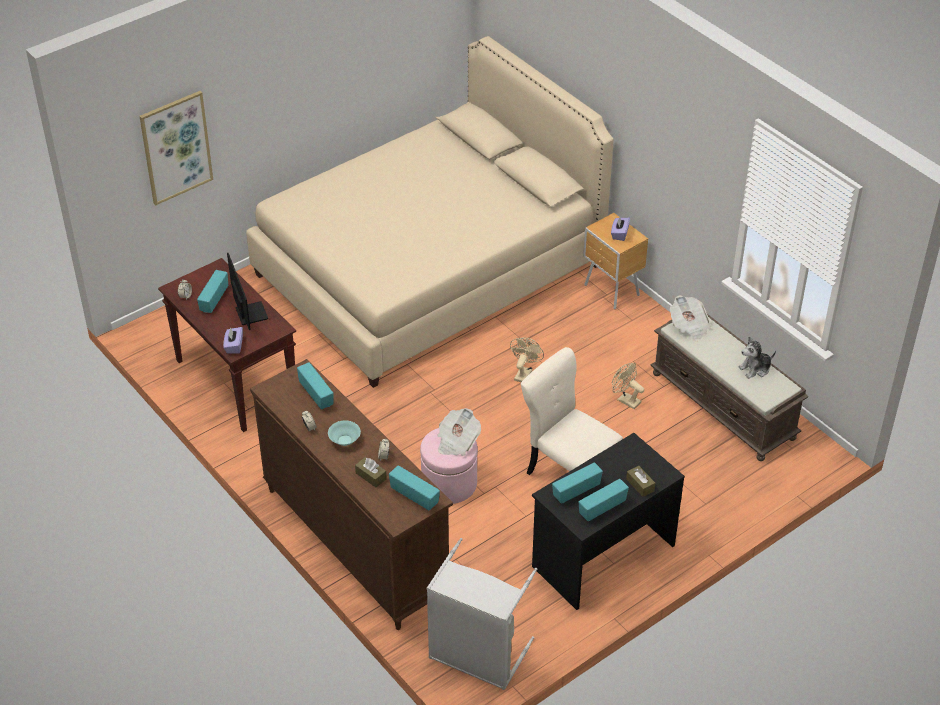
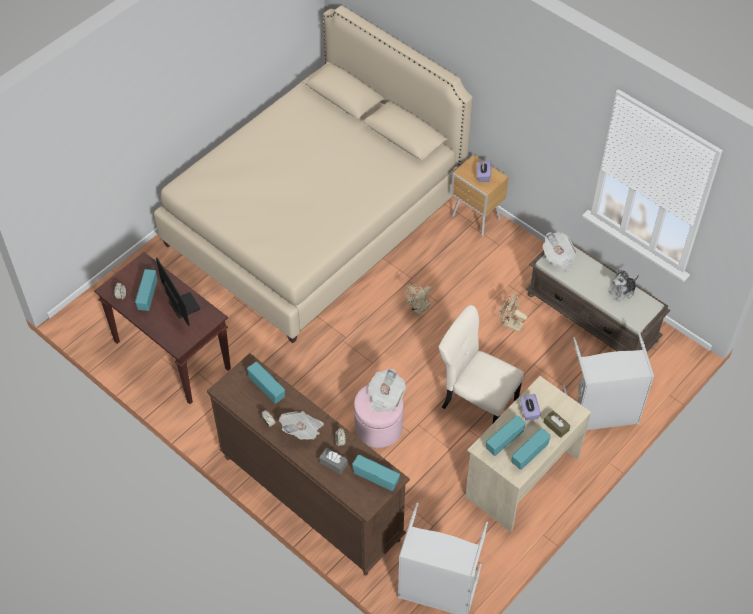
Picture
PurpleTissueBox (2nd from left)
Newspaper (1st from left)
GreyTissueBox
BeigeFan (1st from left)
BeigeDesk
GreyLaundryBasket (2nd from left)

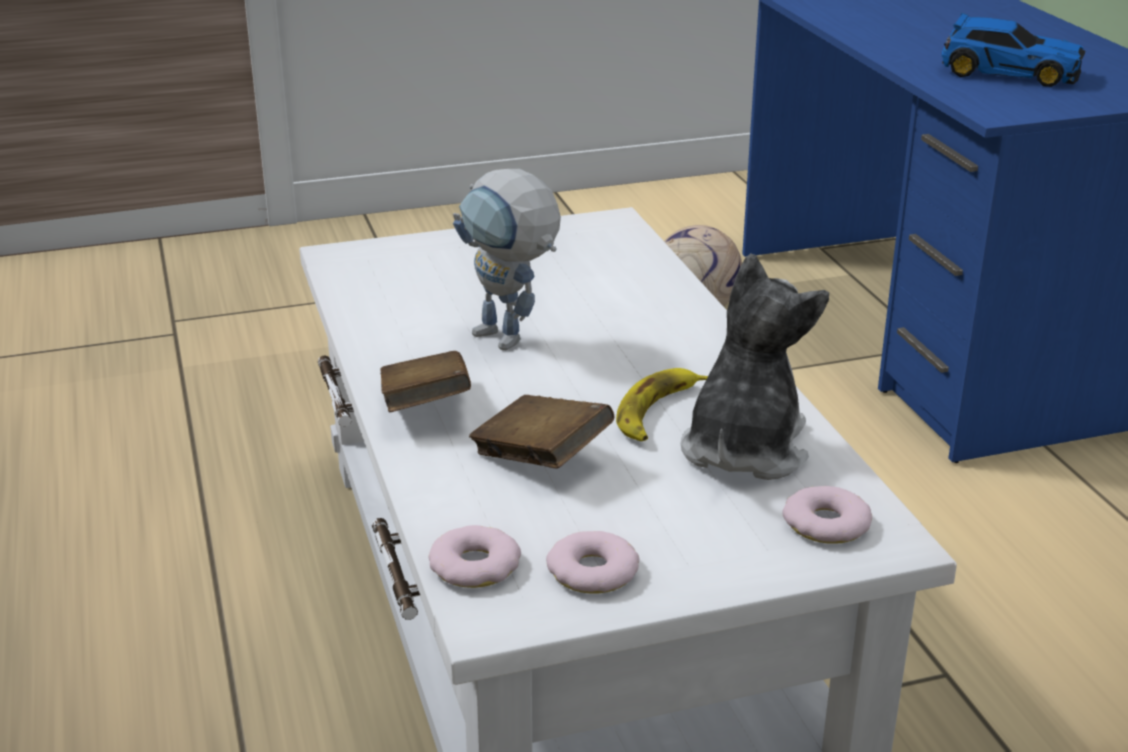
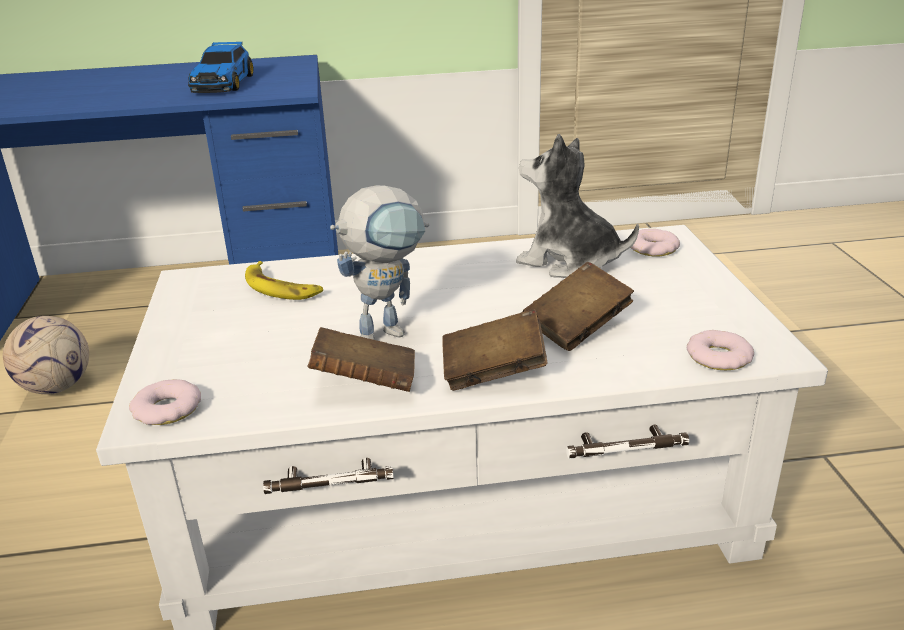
Donut (1st from left)
Banana
ToyCar
BrownBook (1st from left)

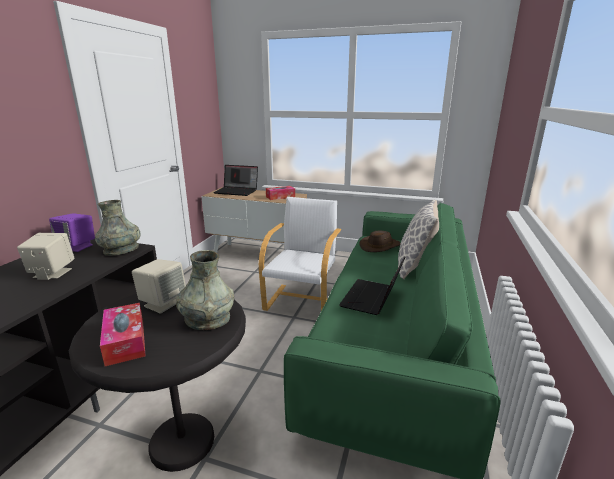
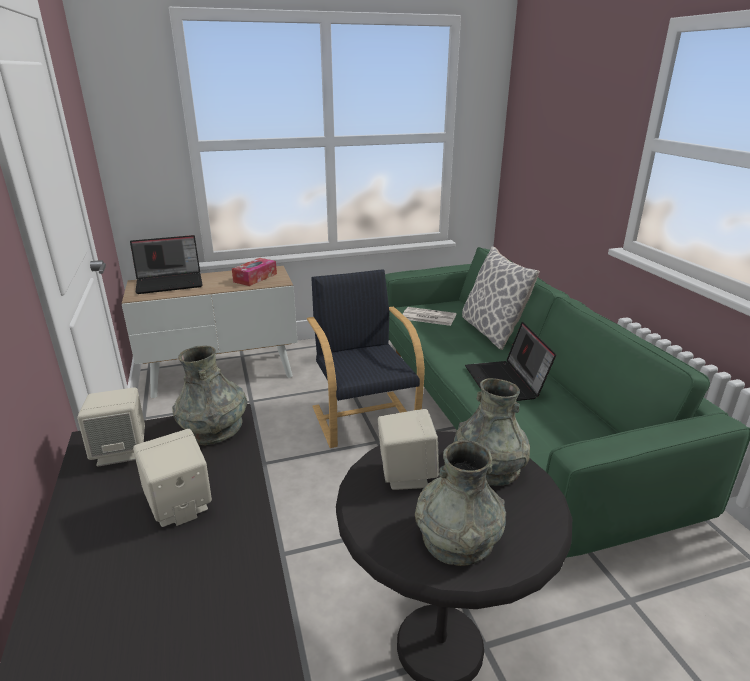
BeigeSpeaker (1st from left)
GreyVase (2nd from left)
BlackArmchair
Newspaper

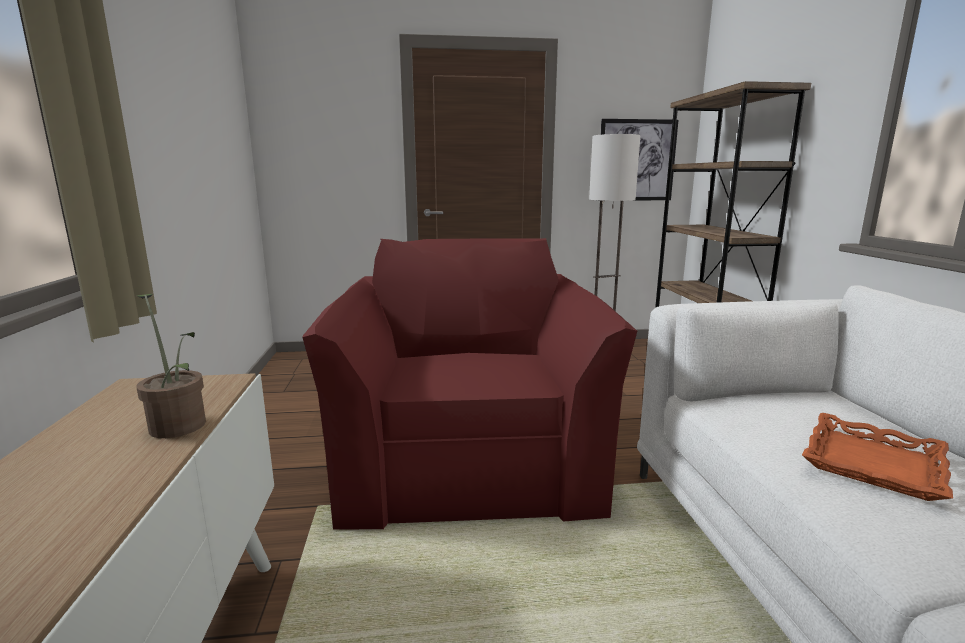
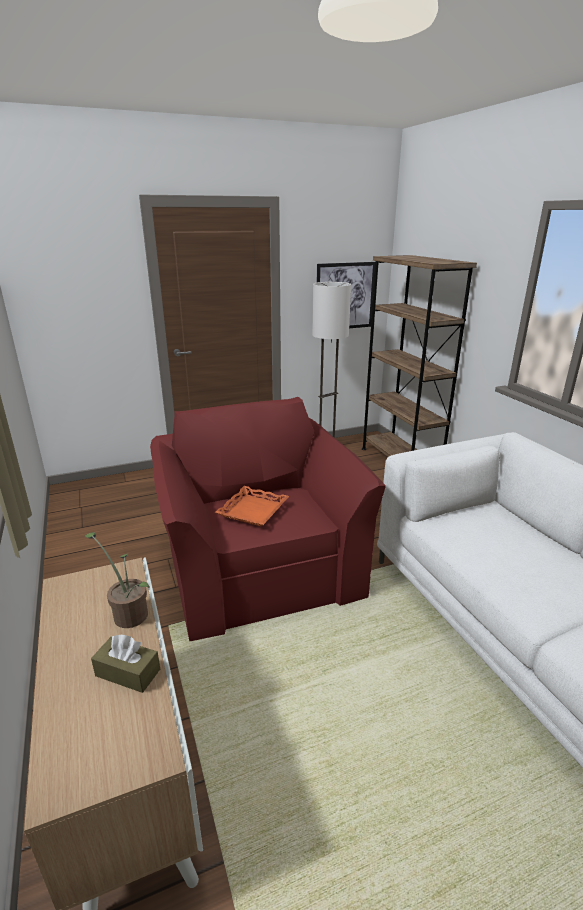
OrangeTray
BrownTissueBox

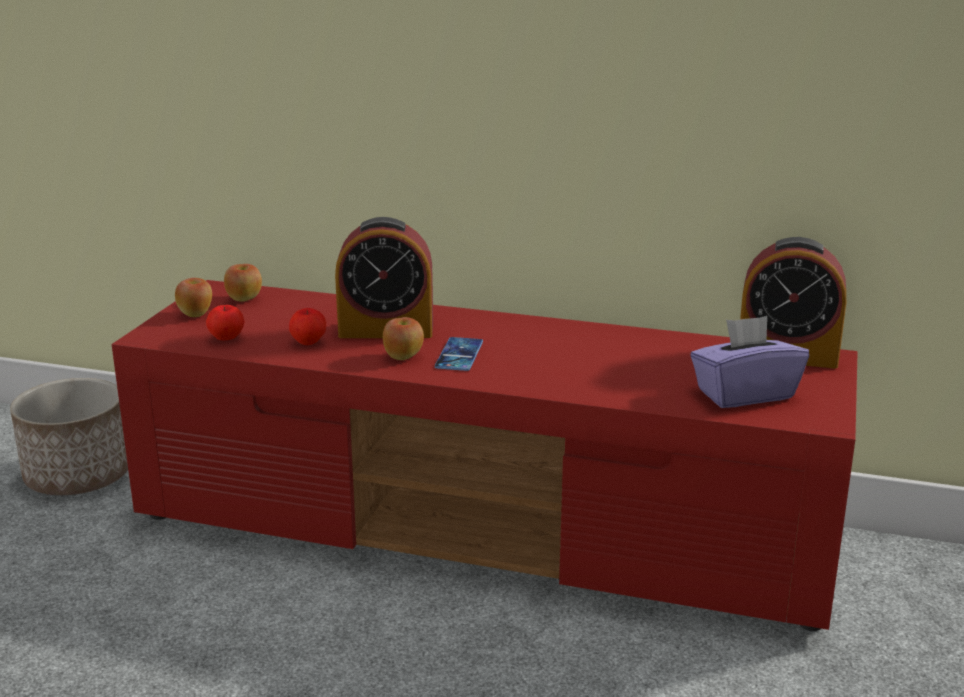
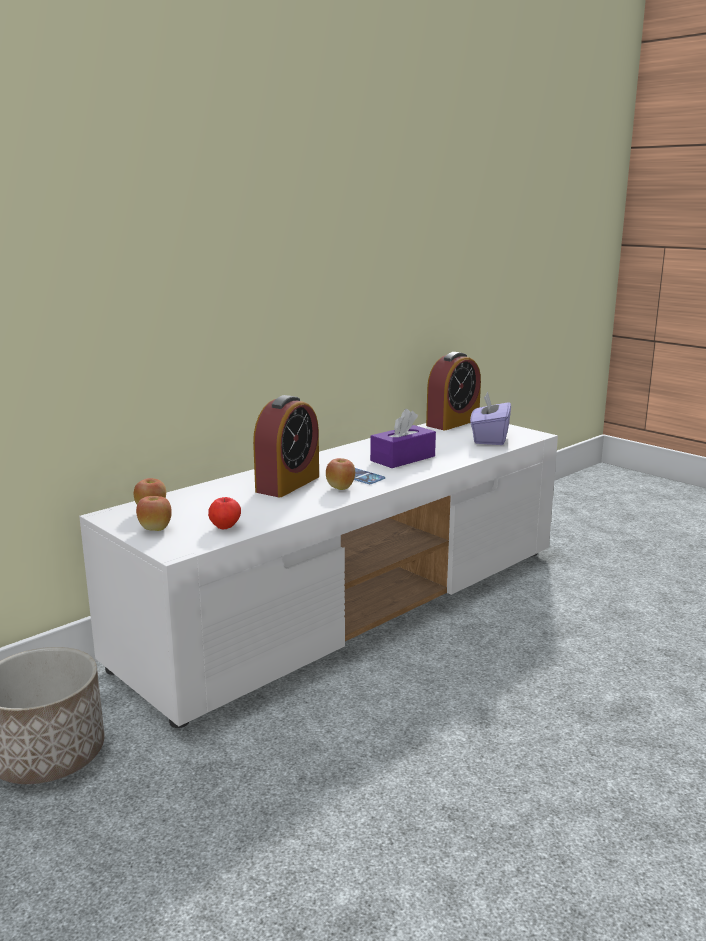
WhiteTvStand
Apple (4th from left in the first image)
PurpleTissueBox (1st from left)

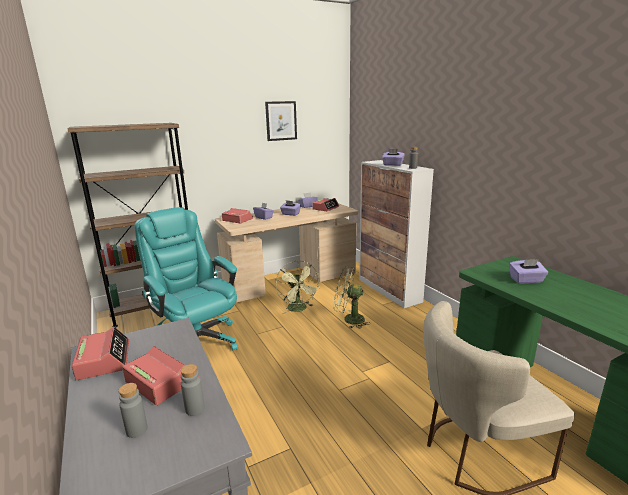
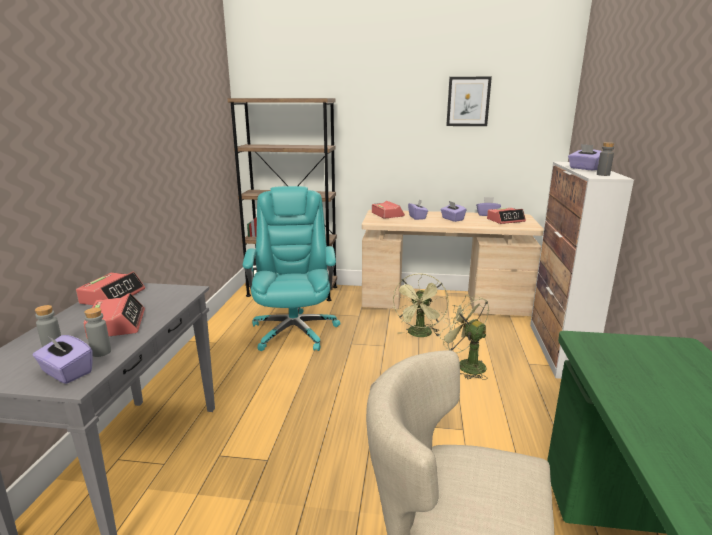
PurpleTissueBox (1st from left)

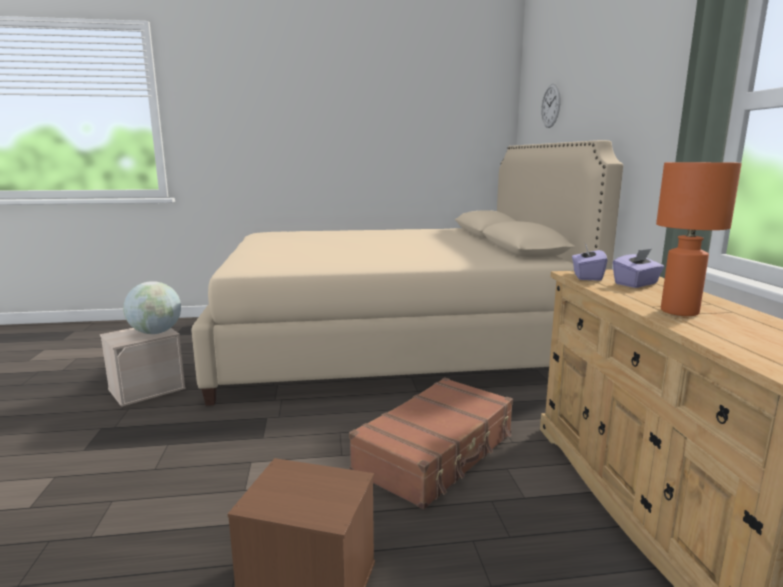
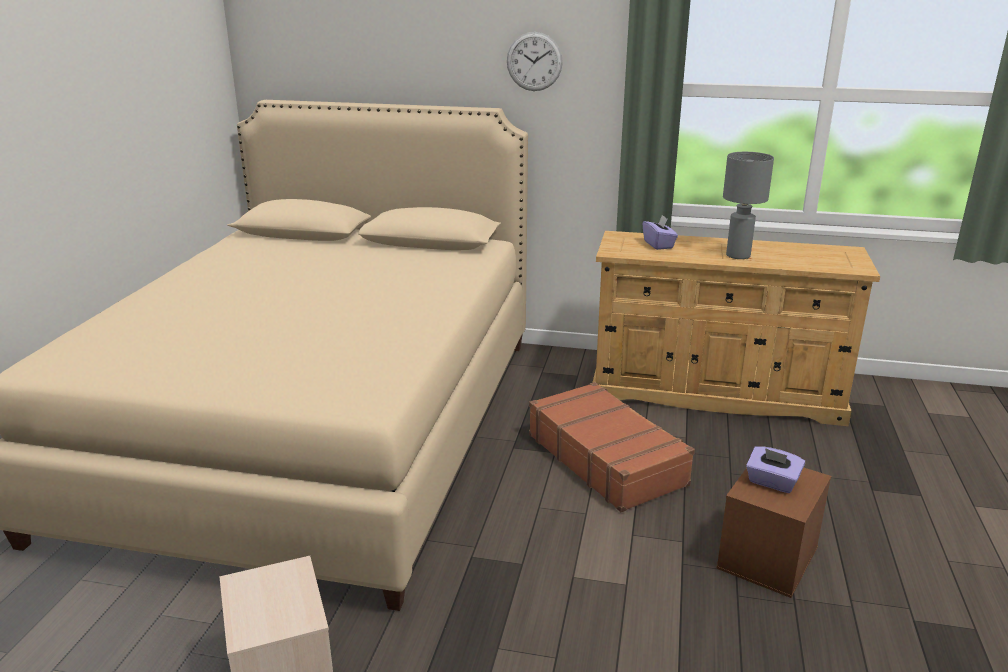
Globe
WallClock
PurpleTissueBox (2nd from left)
GreyTableLamp

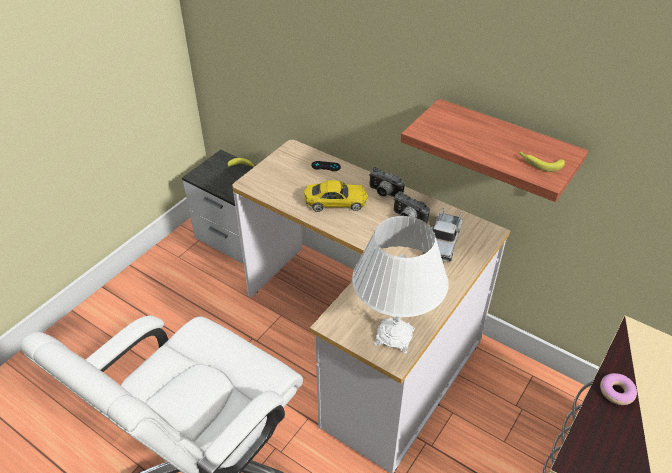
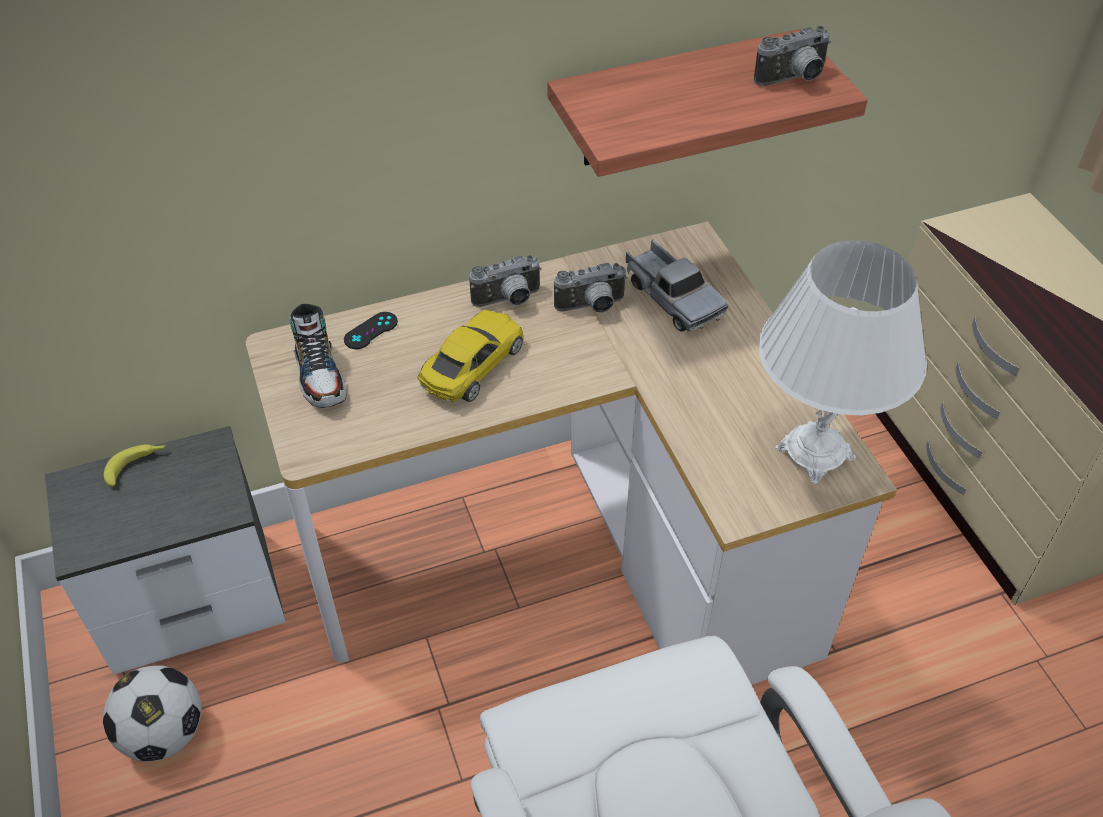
PhotoCamera (3rd from left)
Donut
Football
Shoe

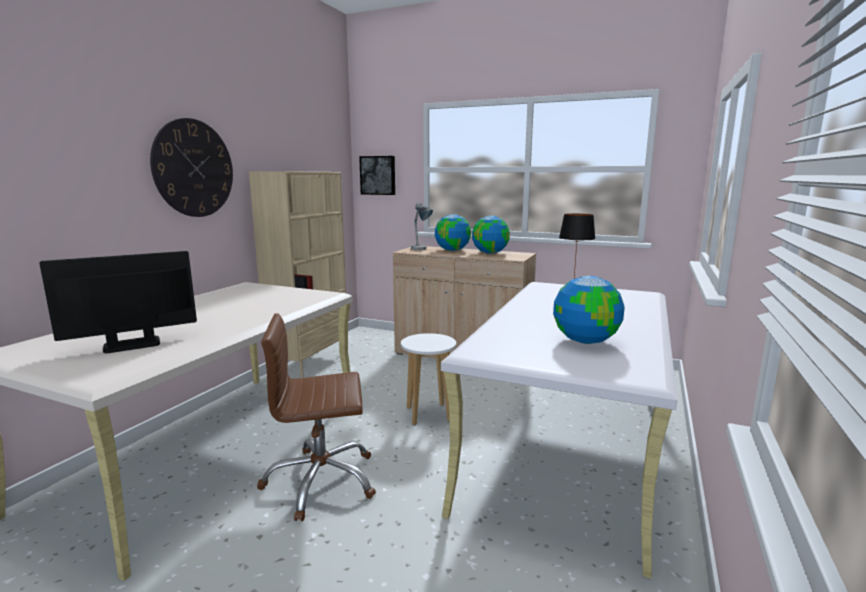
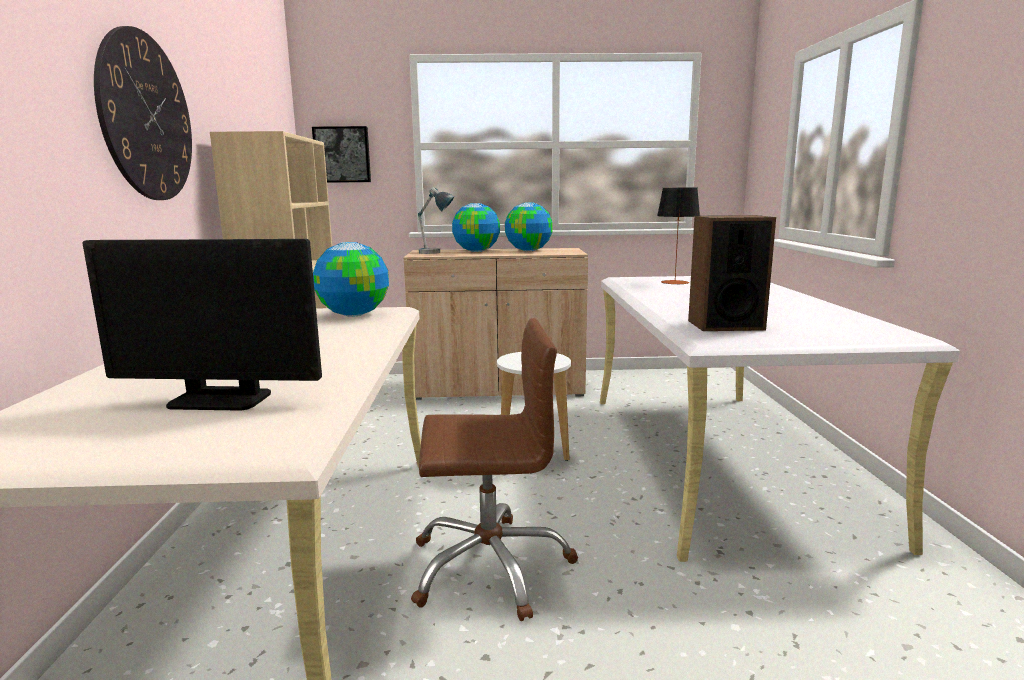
Monitor
BrownOfficeChair
Globe (1st from left)
Speaker

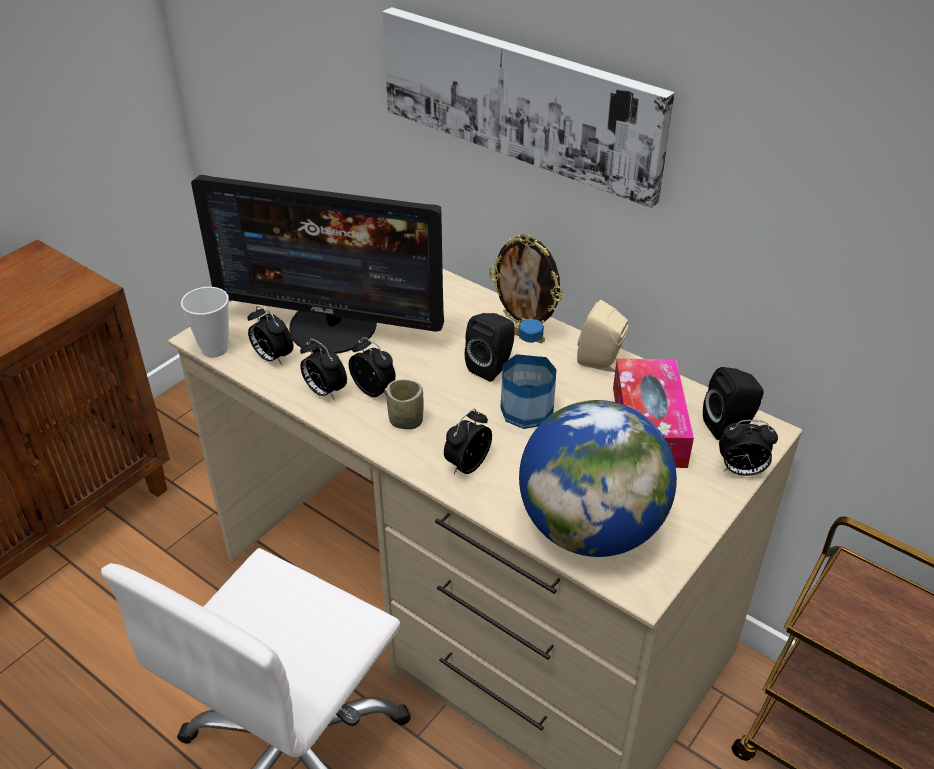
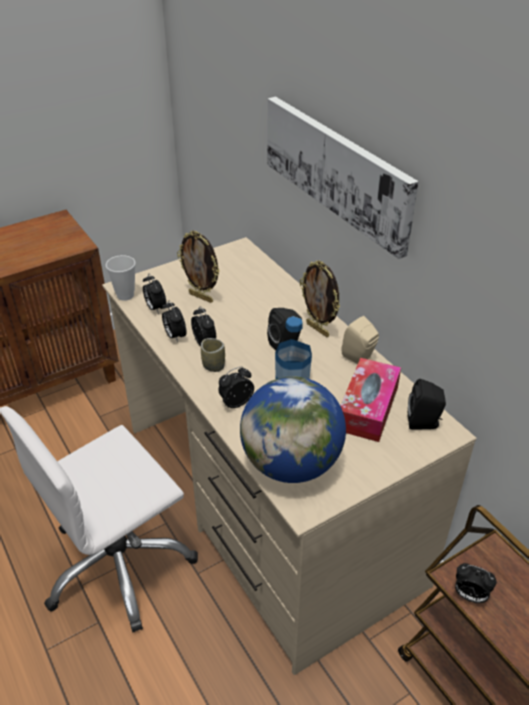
PictureFrame (1st from left)
AlarmClock (5th from left)

